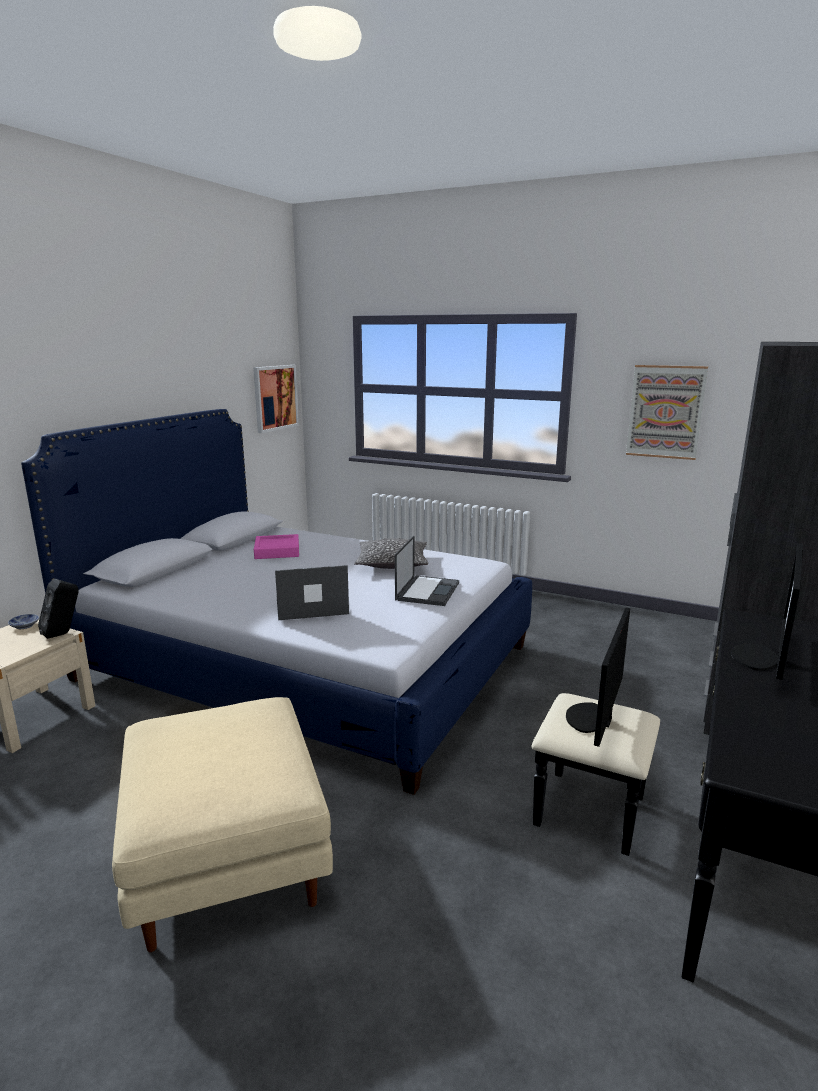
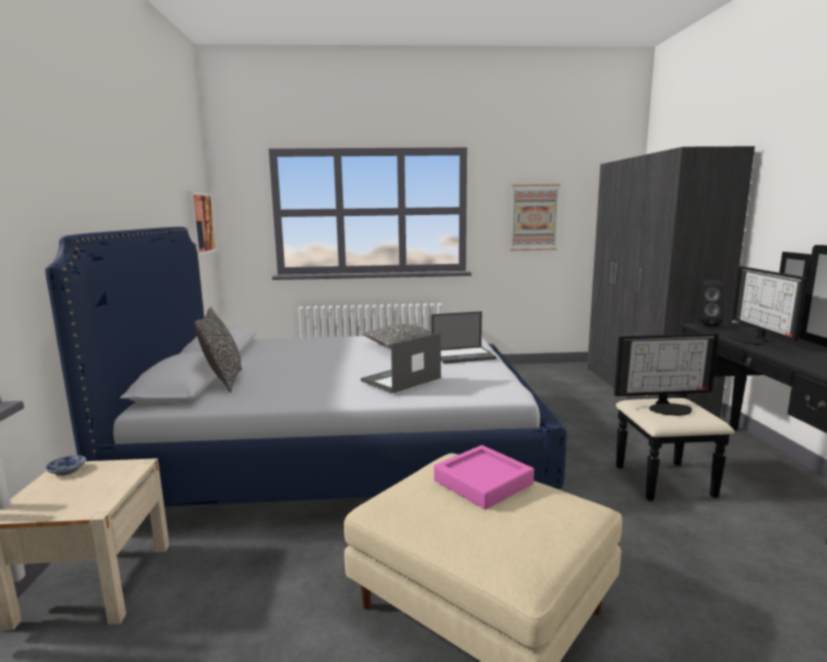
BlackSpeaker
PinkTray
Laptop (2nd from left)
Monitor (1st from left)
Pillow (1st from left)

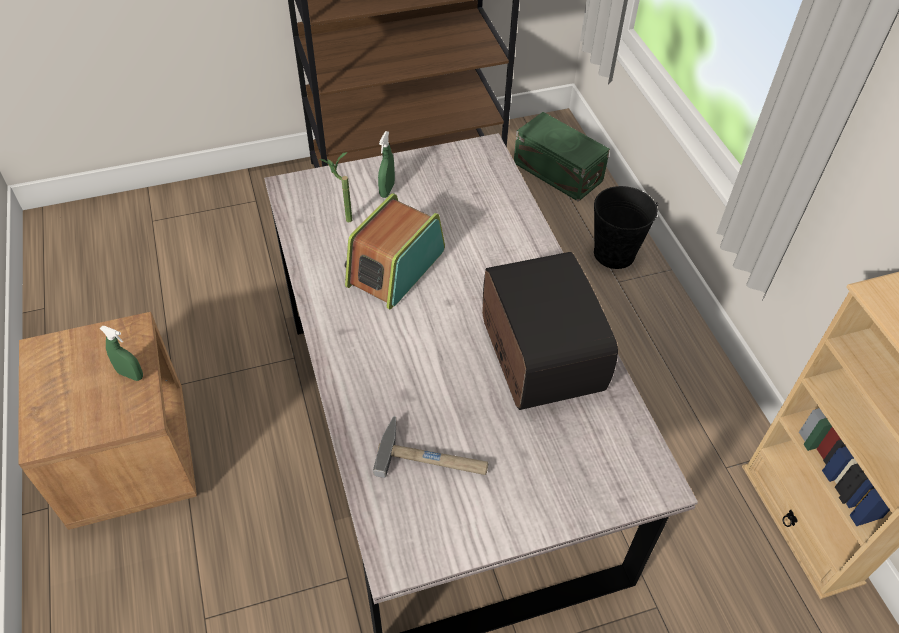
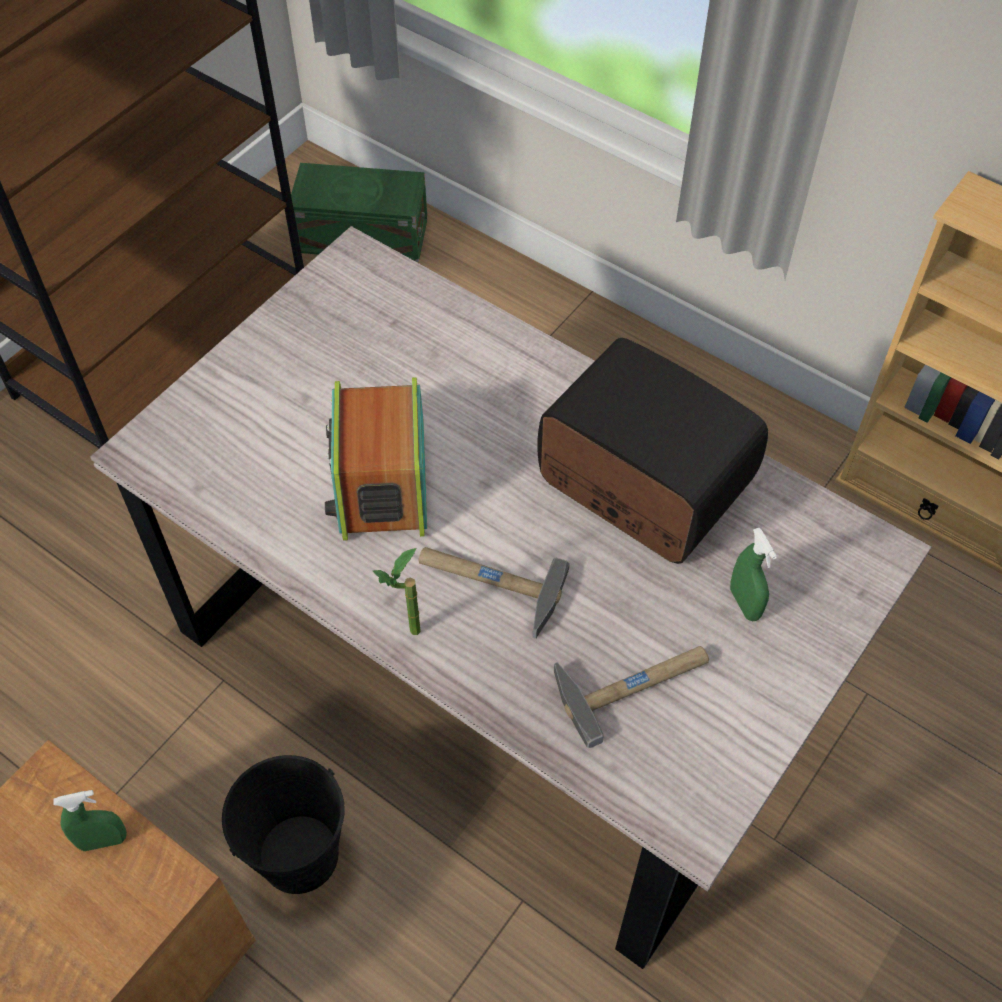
PottedPlant
GreenSprayBottle (2nd from left)
BlackBucket
Hammer (1st from left)

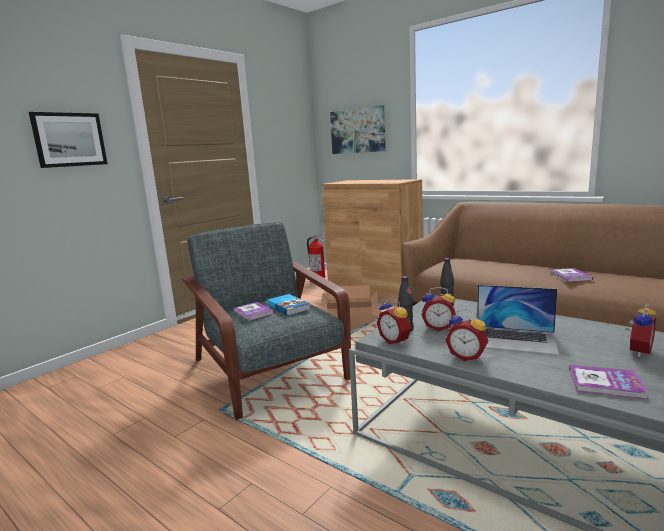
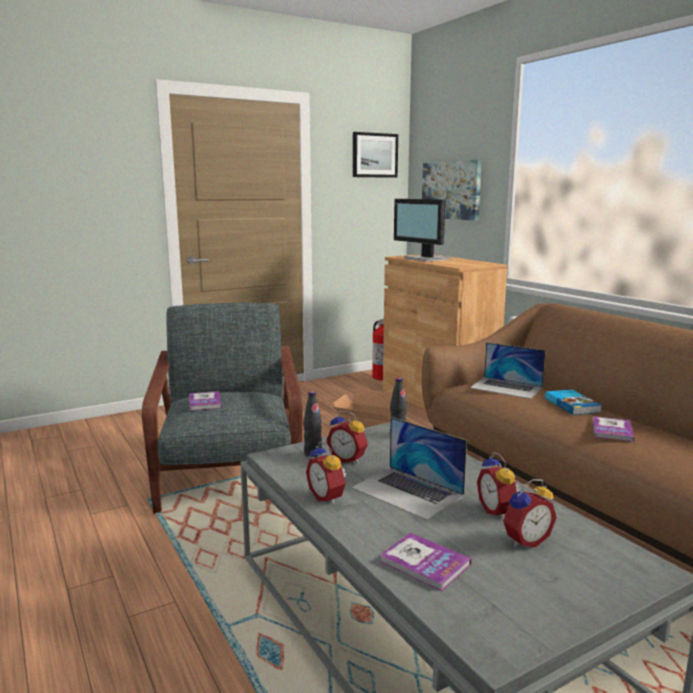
Picture (1st from left)
Book (3rd from left)
AlarmClock (3rd from left)
Monitor
Laptop (2nd from left)

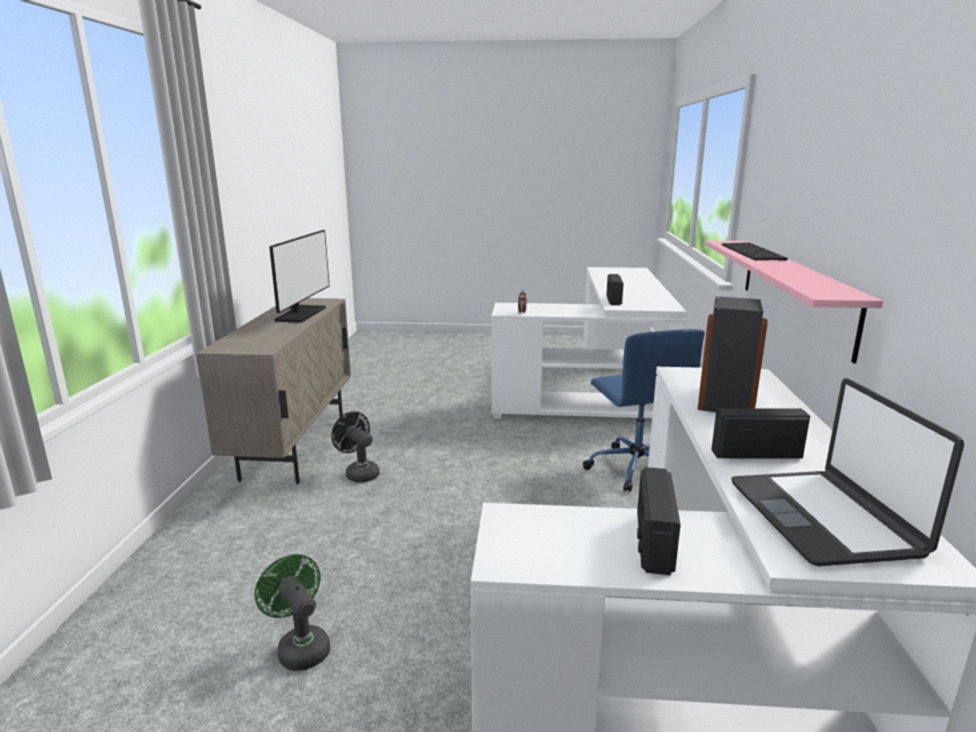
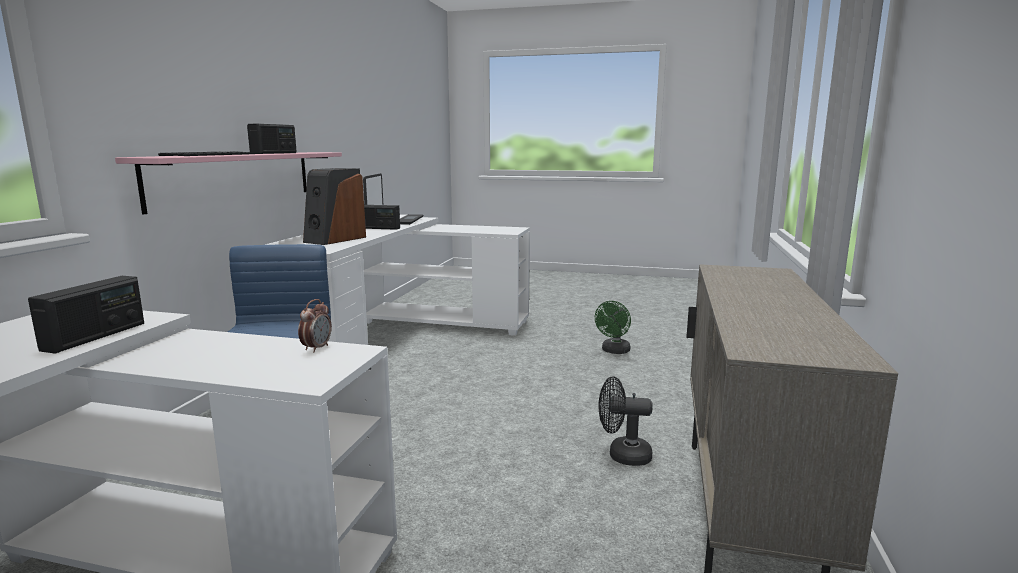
GreenFan
Monitor
BlackFan
Radio (2nd from left)

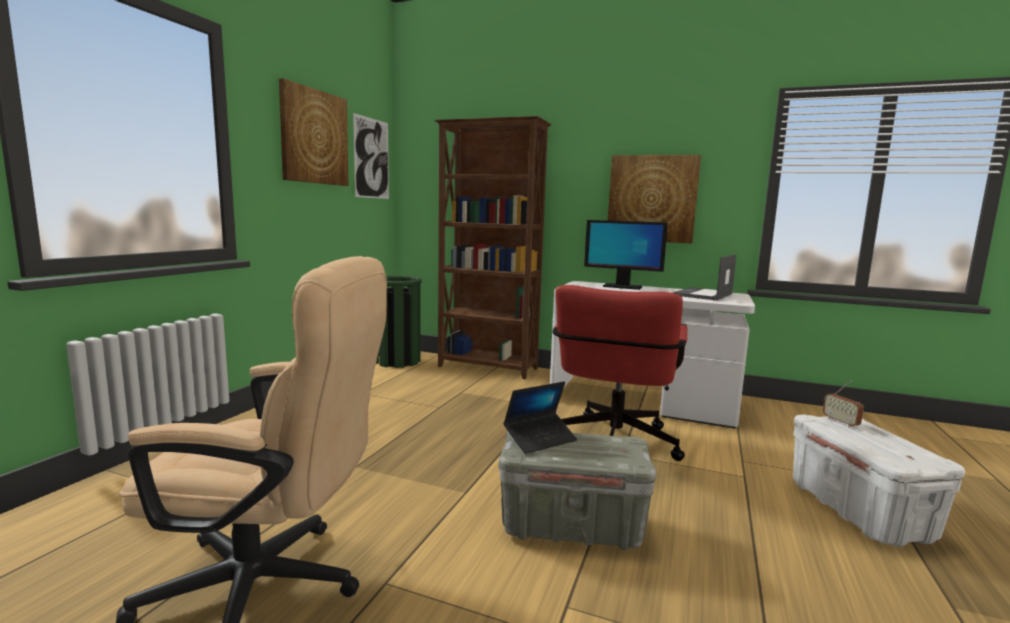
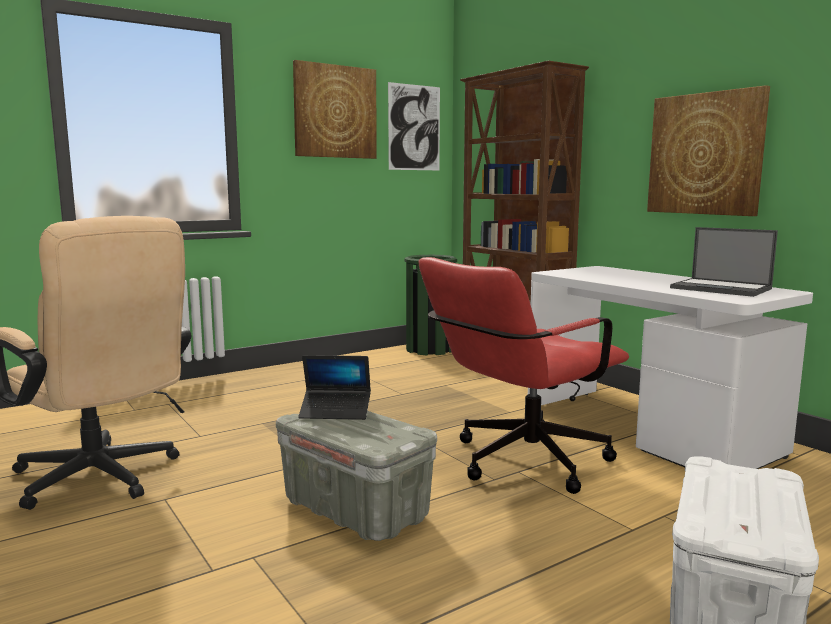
Monitor
Laptop (2nd from left)
Radio

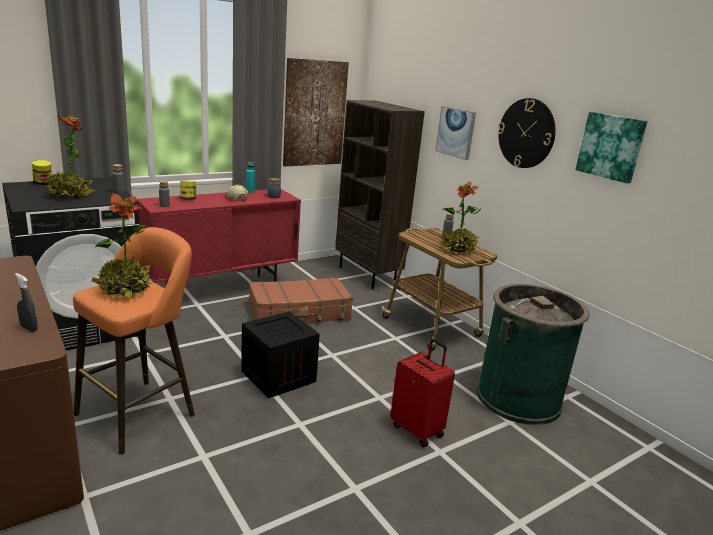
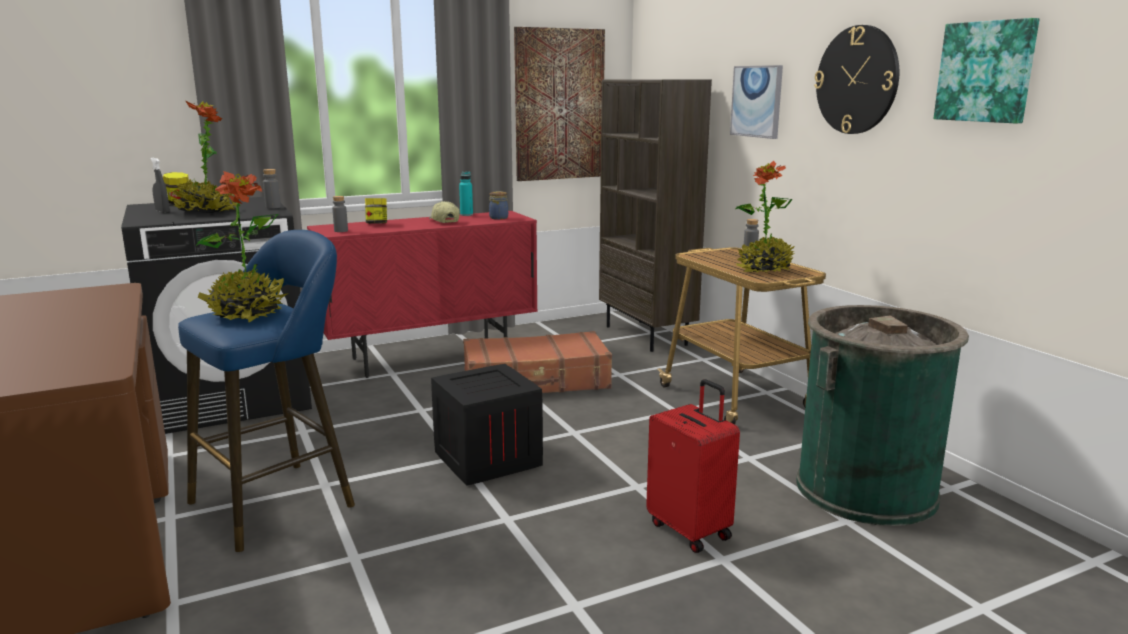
GreySprayBottle
BlueStool

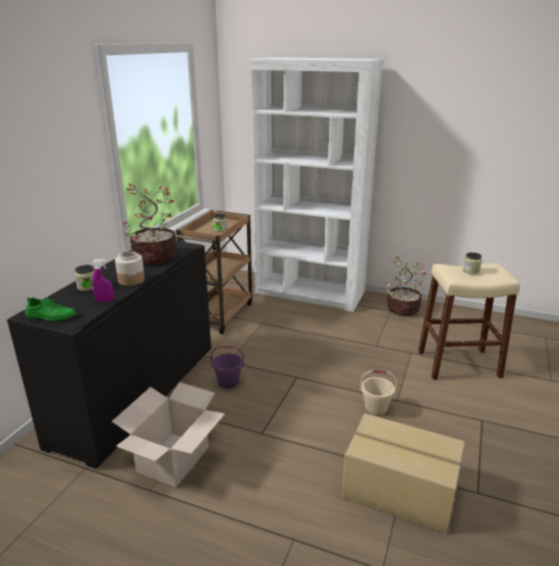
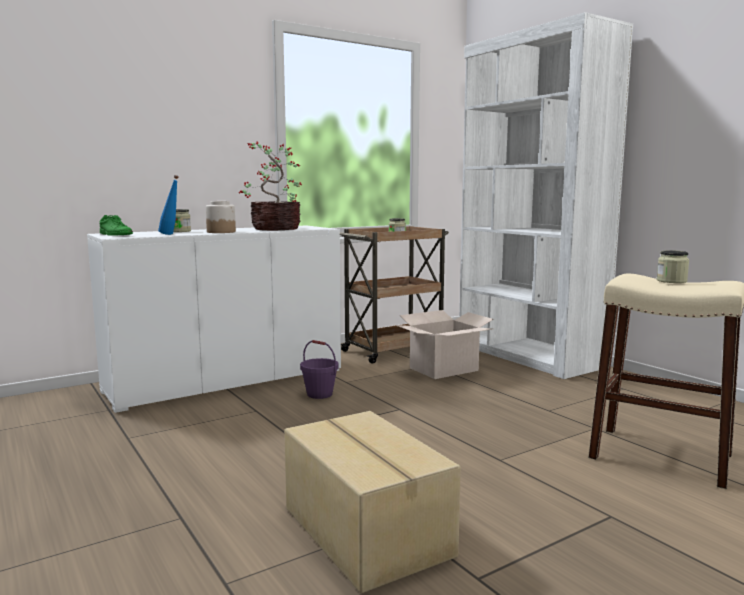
WhiteCabinet
BlueBottle
CardboardBox (2nd from left)
BeigeBucket
PottedPlant (2nd from left in the first image)

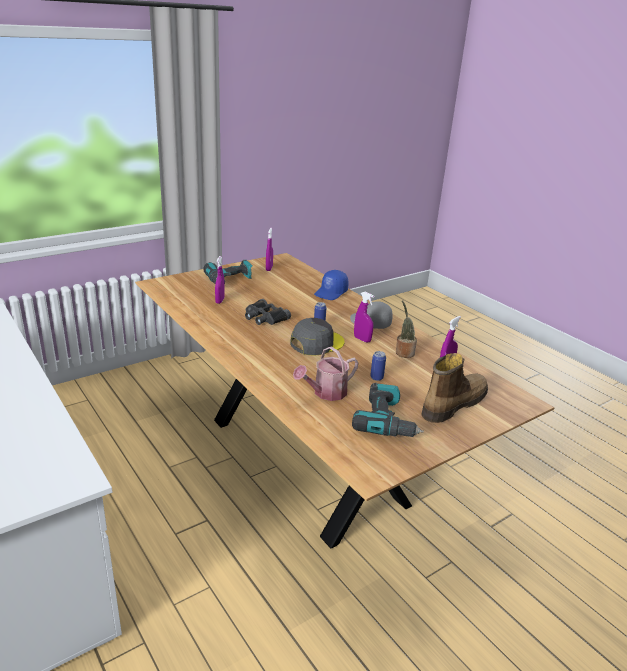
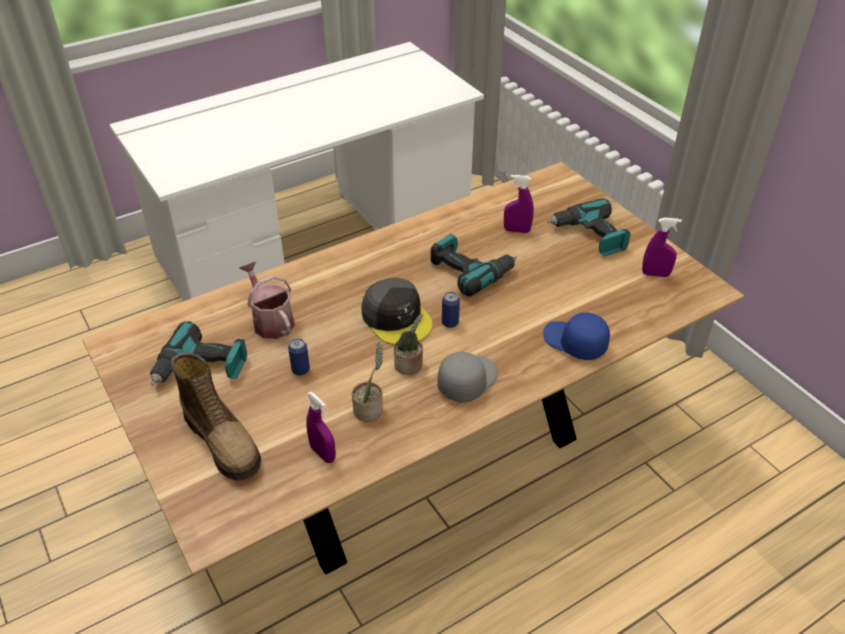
PowerDrill (2nd from left)
PottedPlant (2nd from left)

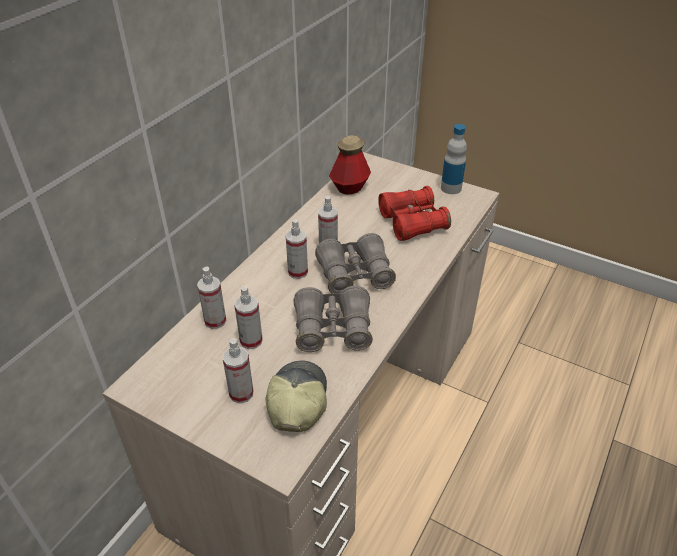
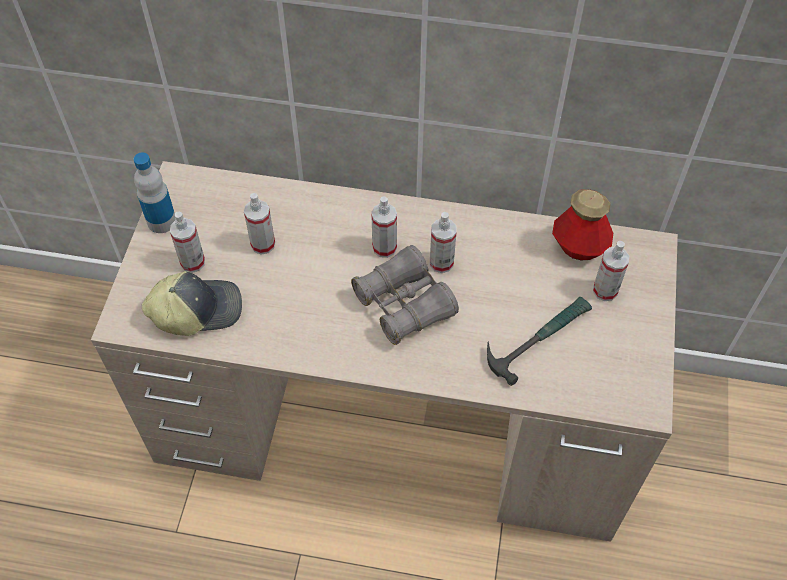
SprayBottle (5th from left)
GreyBinoculars (1st from left in the first image)
Hammer
Bottle (1st from left)

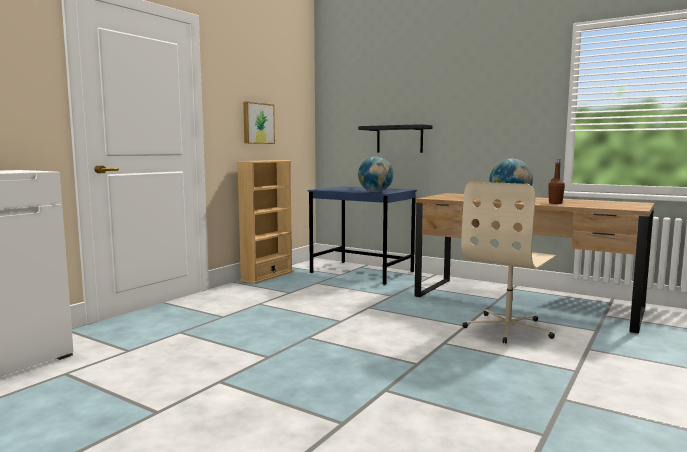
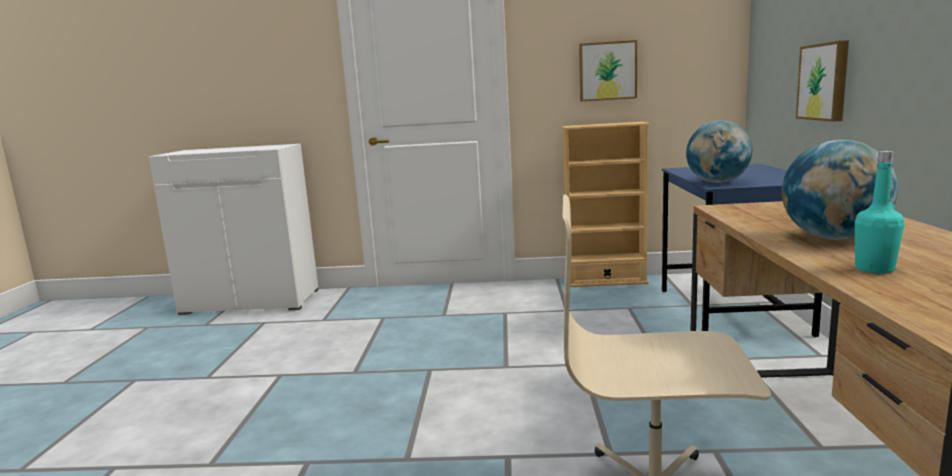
Picture (2nd from left)
TurquoiseBottle

